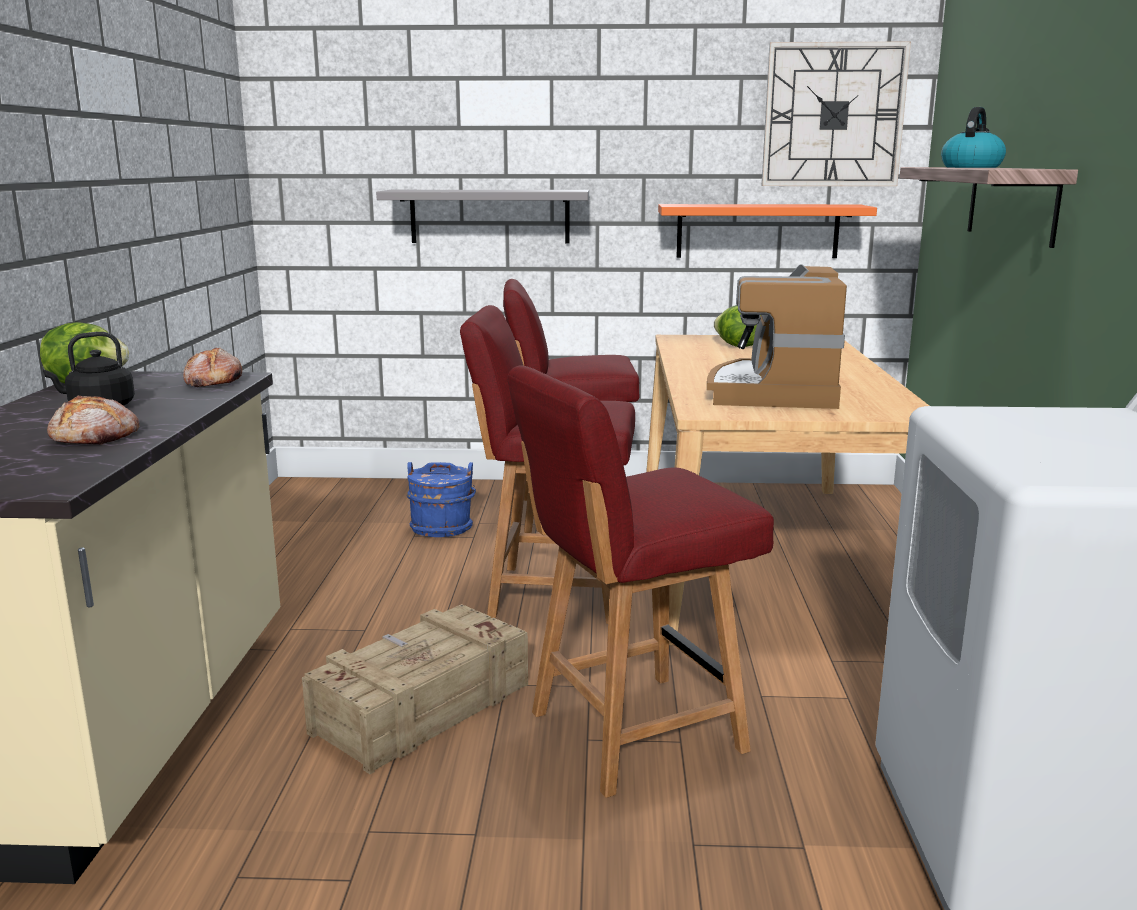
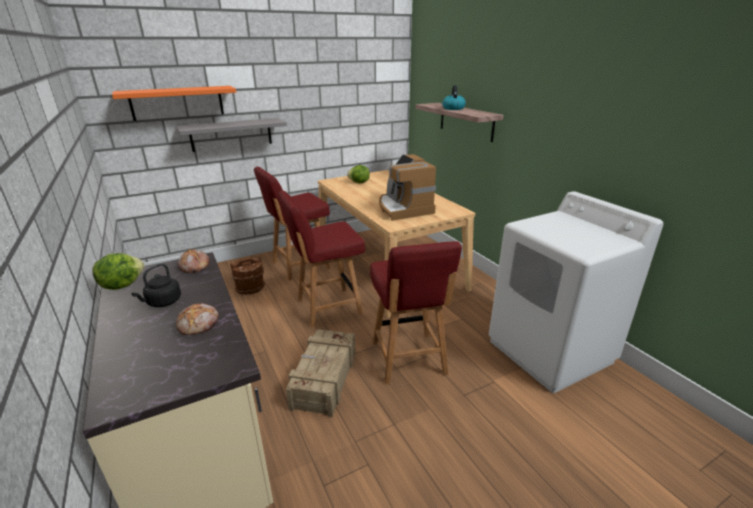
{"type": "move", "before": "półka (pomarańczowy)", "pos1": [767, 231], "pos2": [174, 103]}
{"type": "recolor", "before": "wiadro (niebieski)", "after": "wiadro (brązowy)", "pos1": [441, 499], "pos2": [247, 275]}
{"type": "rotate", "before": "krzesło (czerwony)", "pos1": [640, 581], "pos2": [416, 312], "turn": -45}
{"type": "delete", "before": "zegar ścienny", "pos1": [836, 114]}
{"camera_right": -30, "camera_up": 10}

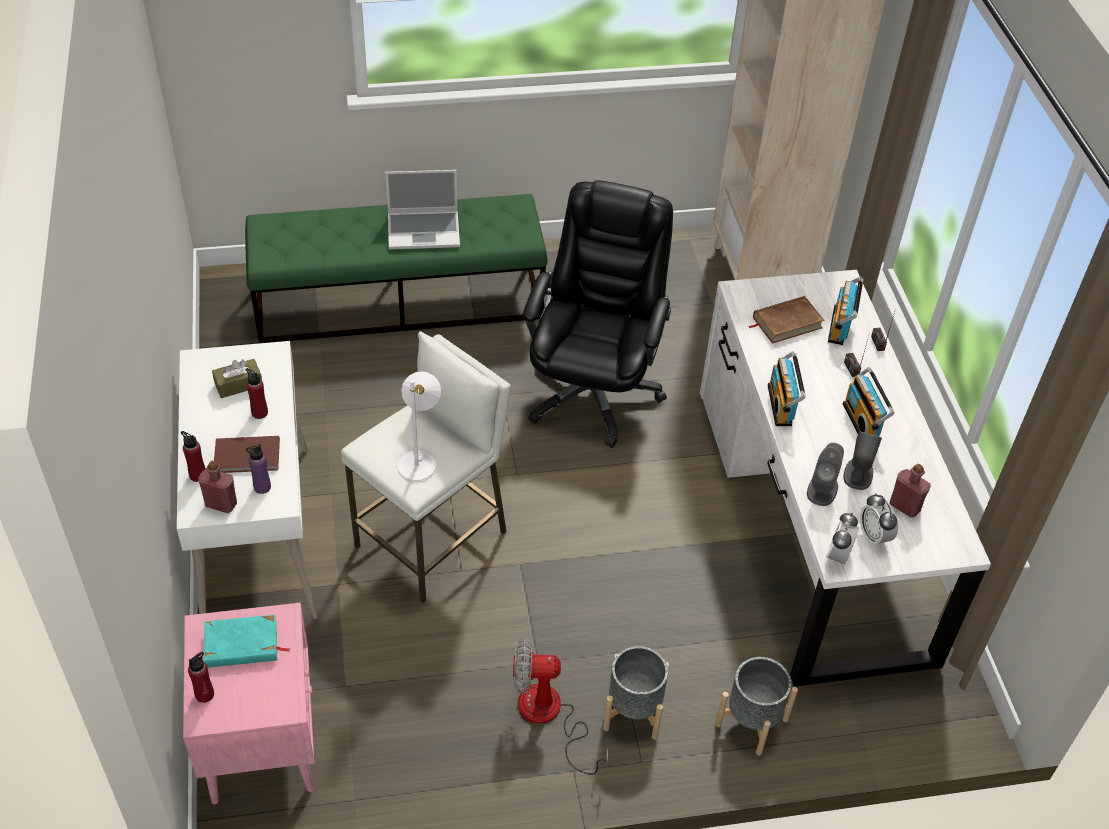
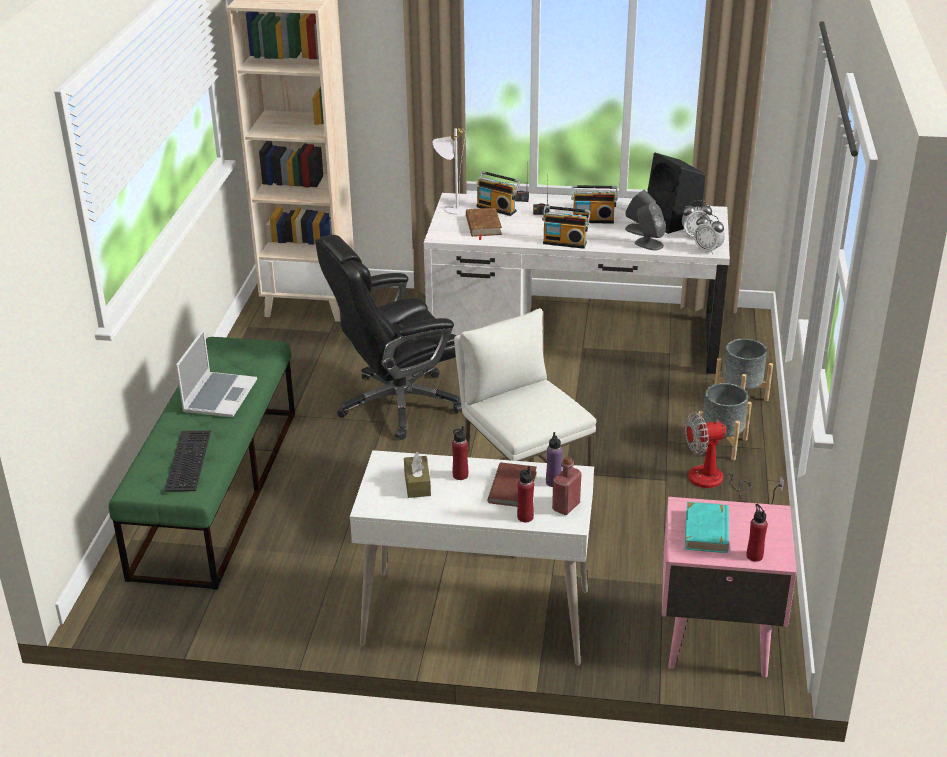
{"type": "insert", "after": "klawiatura", "pos2": [187, 461]}
{"type": "rotate", "before": "krzesło biurowe (czarny)", "pos1": [598, 314], "pos2": [389, 337], "turn": -60}
{"type": "move", "before": "lampa stołowa (biały)", "pos1": [419, 426], "pos2": [451, 171]}
{"type": "replace", "before": "butelka (czerwony)", "after": "głośnik (czarny)", "pos1": [910, 491], "pos2": [676, 193]}
{"type": "rotate", "before": "wentylator", "pos1": [560, 706], "pos2": [735, 458], "turn": 60}
{"camera_right": -70, "camera_up": -15}

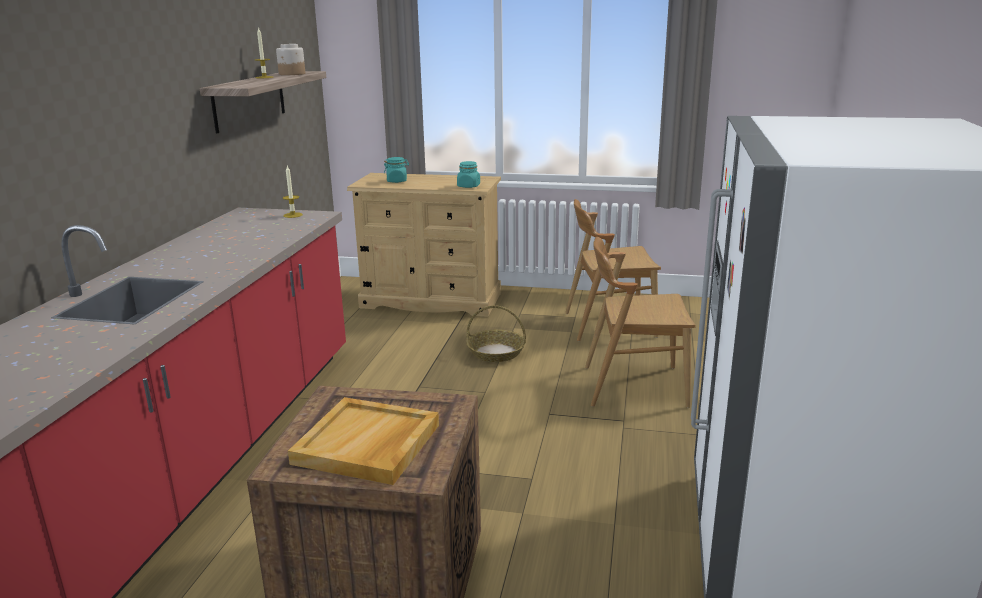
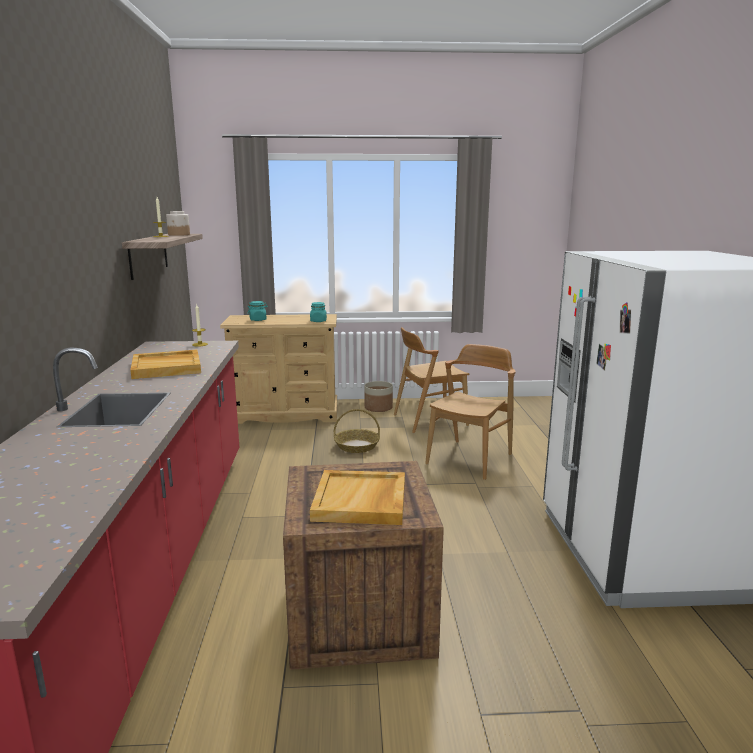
{"type": "insert", "after": "taca (beżowy)", "pos2": [165, 364]}
{"type": "insert", "after": "donica", "pos2": [379, 396]}
{"type": "rotate", "before": "krzesło (brązowy)", "pos1": [640, 322], "pos2": [470, 412], "turn": 135}
{"camera_right": -15, "camera_up": -5}

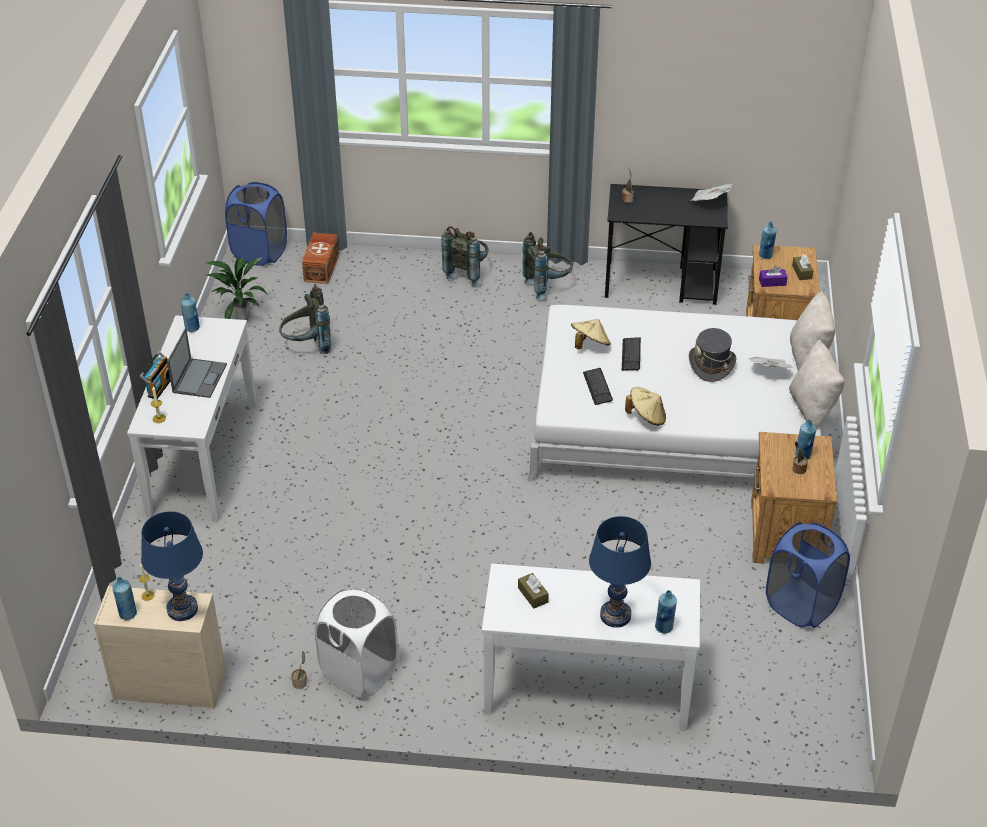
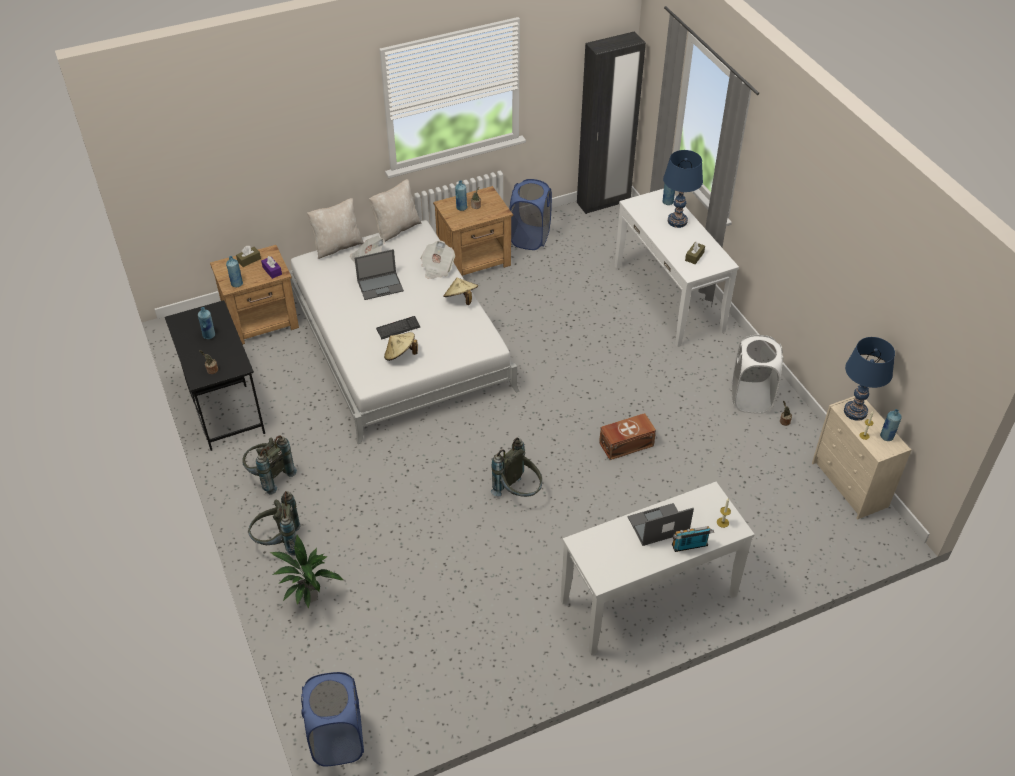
{"type": "move", "before": "butelka (niebieski)", "pos1": [190, 312], "pos2": [206, 323]}
{"type": "move", "before": "roślina doniczkowa", "pos1": [236, 288], "pos2": [306, 572]}
{"type": "replace", "before": "kapelusz (szary)", "after": "laptop", "pos1": [712, 355], "pos2": [379, 274]}
{"type": "move", "before": "gazeta", "pos1": [711, 192], "pos2": [438, 260]}
{"type": "move", "before": "plecak (szary)", "pos1": [305, 319], "pos2": [516, 467]}
{"type": "insert", "after": "szafa (czarny)", "pos2": [611, 122]}
{"type": "move", "before": "pojemnik do przechowywania (brązowy)", "pos1": [320, 258], "pos2": [627, 436]}
{"type": "delete", "before": "klawiatura", "pos1": [598, 386]}
{"camera_right": -120, "camera_up": 5}

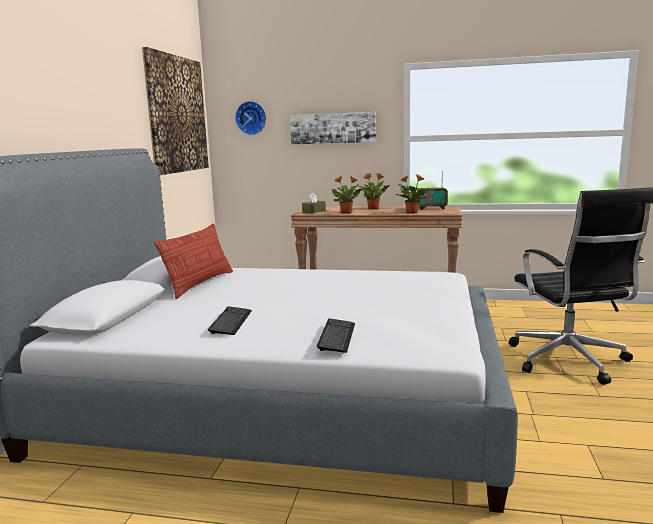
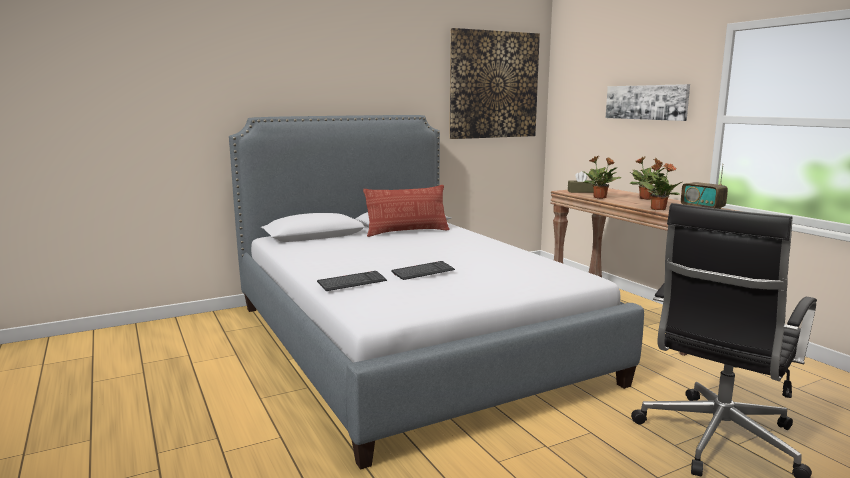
{"type": "move", "before": "klawiatura", "pos1": [230, 320], "pos2": [423, 270]}
{"type": "delete", "before": "zegar ścienny", "pos1": [251, 118]}
{"camera_right": 50, "camera_up": 0}

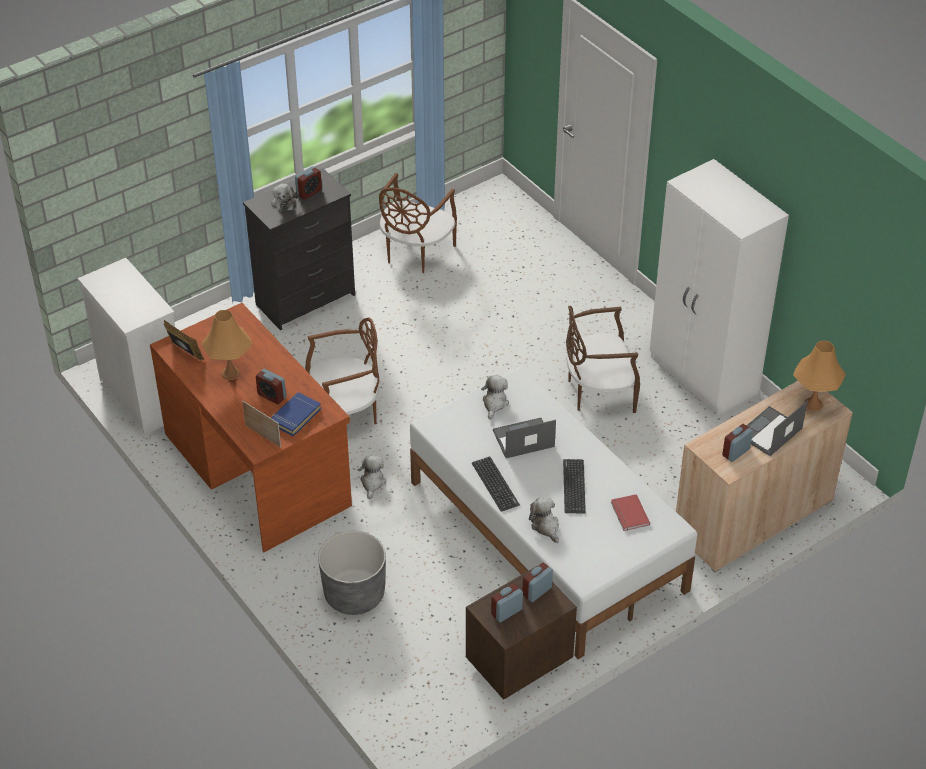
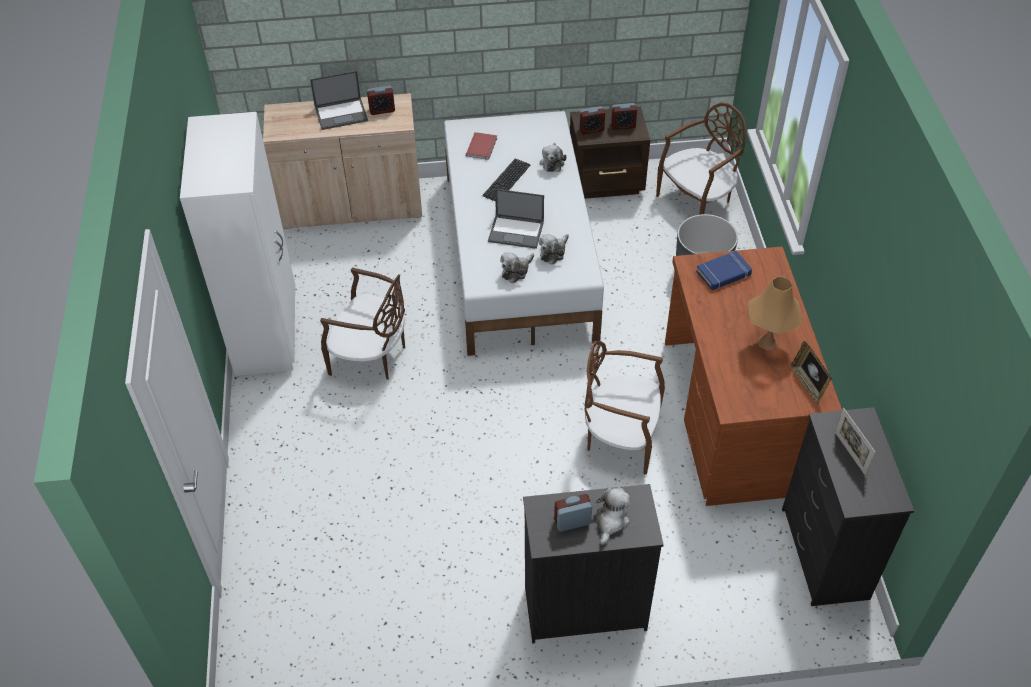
{"type": "move", "before": "pluszak", "pos1": [372, 477], "pos2": [554, 249]}
{"type": "move", "before": "krzesło (brązowy)", "pos1": [418, 223], "pos2": [701, 158]}
{"type": "recolor", "before": "komoda (biały)", "after": "komoda (czarny)", "pos1": [126, 346], "pos2": [848, 506]}
{"type": "move", "before": "ramka na zdjęcie", "pos1": [261, 424], "pos2": [855, 442]}
{"type": "delete", "before": "budzik", "pos1": [271, 386]}
{"type": "delete", "before": "klawiatura", "pos1": [496, 484]}
{"type": "delete", "before": "lampa stołowa (pomarańczowy)", "pos1": [819, 376]}
{"camera_right": -150, "camera_up": 5}

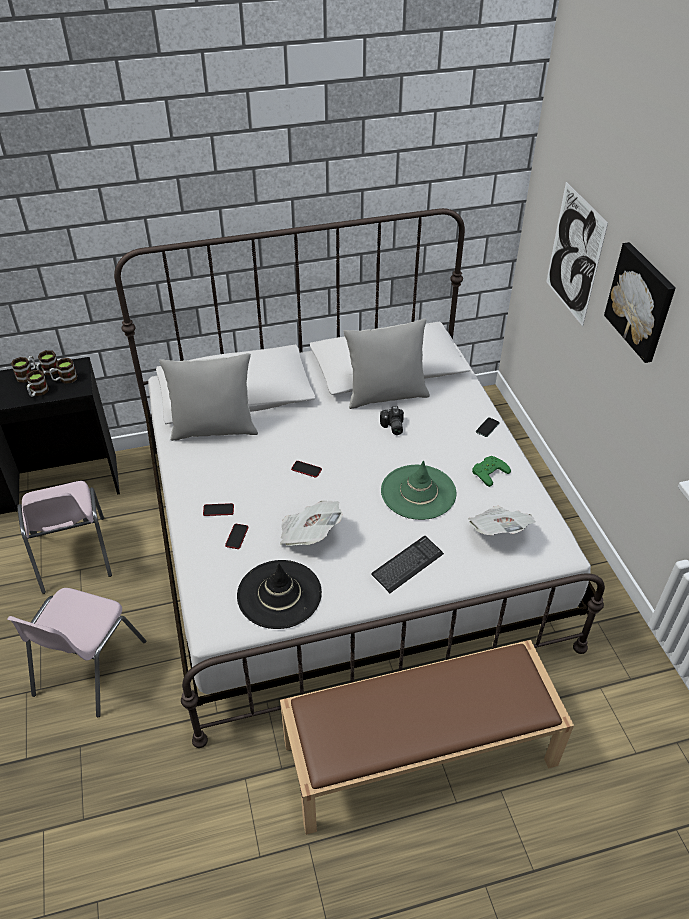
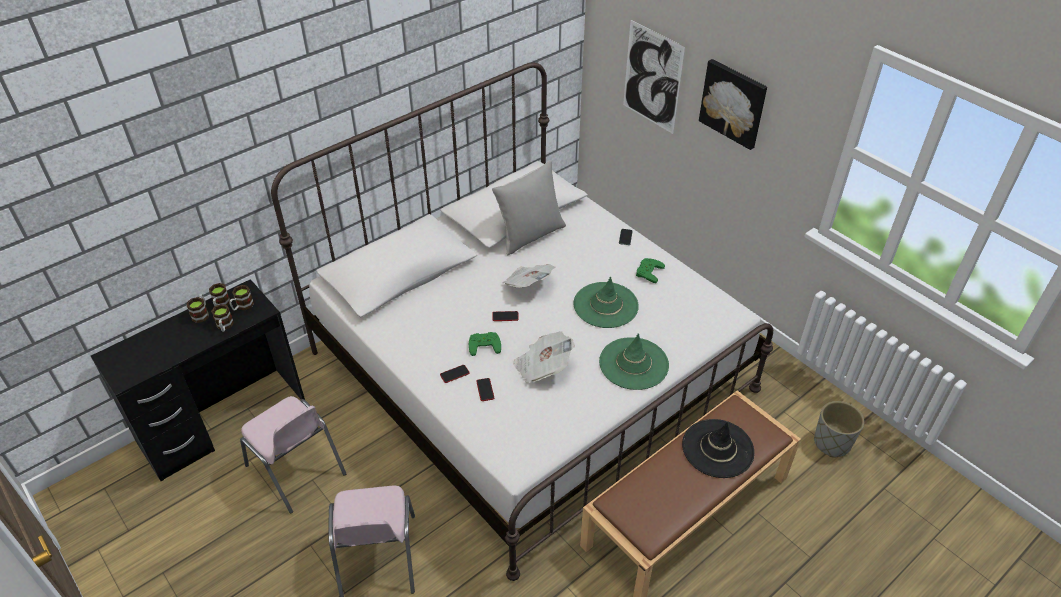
{"type": "insert", "after": "pad do gier (zielony)", "pos2": [485, 344]}
{"type": "move", "before": "gazeta", "pos1": [502, 520], "pos2": [529, 276]}
{"type": "replace", "before": "klawiatura", "after": "kapelusz (zielony)", "pos1": [407, 564], "pos2": [634, 361]}
{"type": "move", "before": "kapelusz (czarny)", "pos1": [279, 594], "pos2": [718, 448]}
{"type": "insert", "after": "donica (szary)", "pos2": [839, 429]}
{"type": "delete", "before": "poduszka (szary)", "pos1": [208, 397]}
{"type": "delete", "before": "aparat fotograficzny", "pos1": [392, 420]}
{"camera_right": -25, "camera_up": 0}

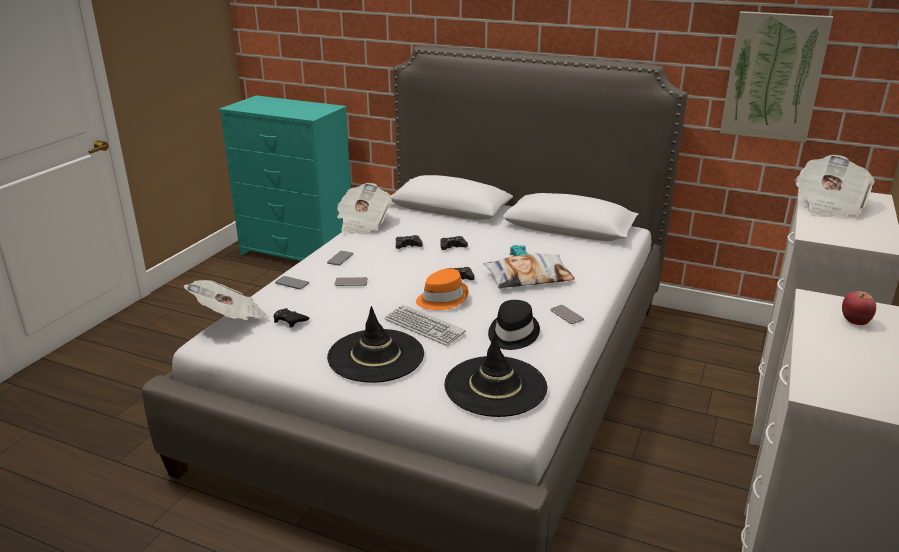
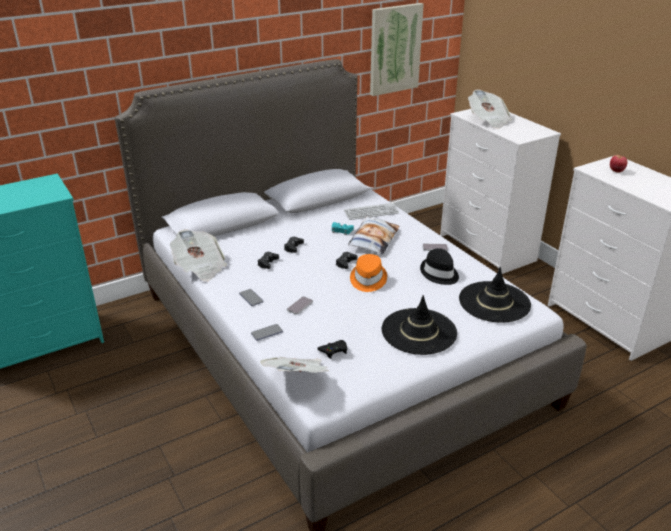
{"type": "move", "before": "klawiatura", "pos1": [425, 325], "pos2": [371, 211]}
{"camera_right": -55, "camera_up": 5}

